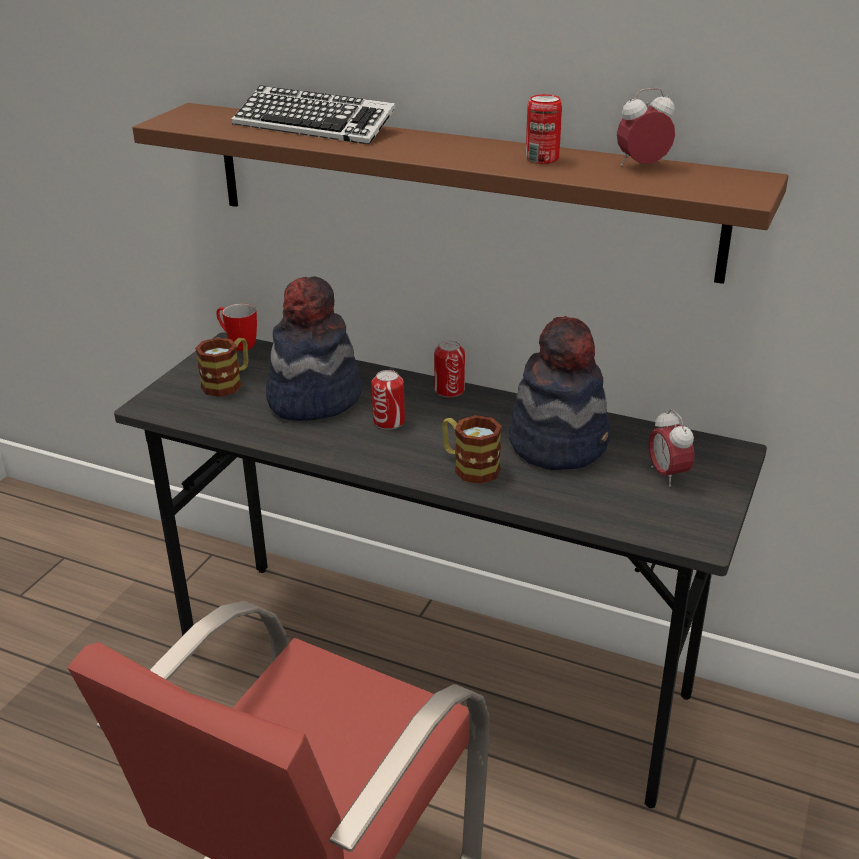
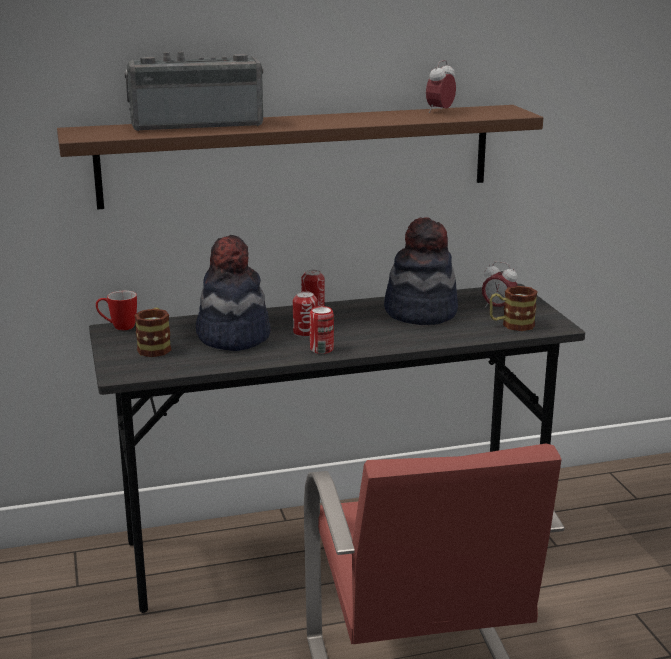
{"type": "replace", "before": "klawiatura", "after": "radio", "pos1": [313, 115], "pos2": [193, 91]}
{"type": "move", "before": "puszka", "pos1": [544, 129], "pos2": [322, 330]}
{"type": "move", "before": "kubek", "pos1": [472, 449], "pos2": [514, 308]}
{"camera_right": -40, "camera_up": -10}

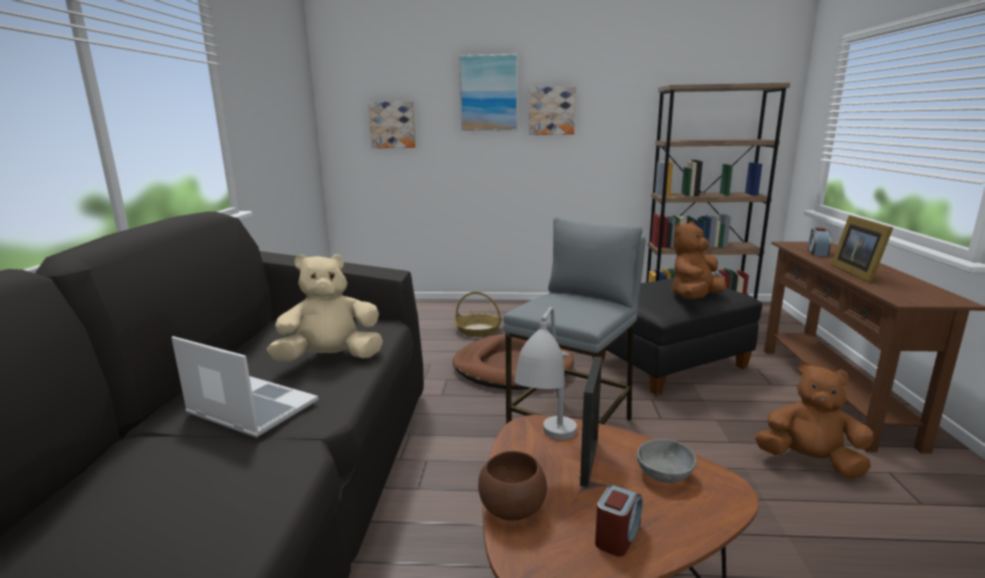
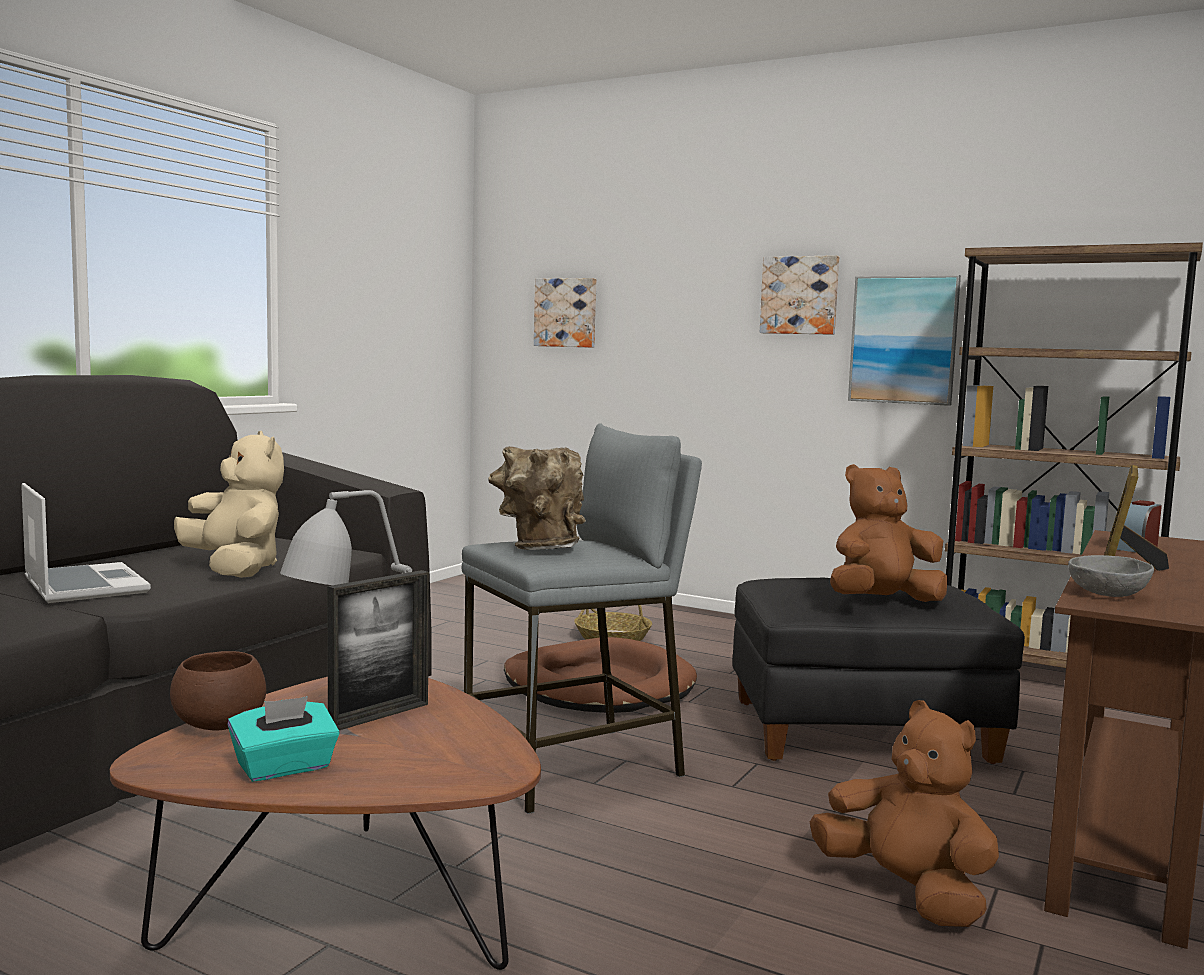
{"type": "rotate", "before": "pluszak (beżowy)", "pos1": [325, 308], "pos2": [229, 504], "turn": 45}
{"type": "replace", "before": "budzik", "after": "pudełko chusteczek (turkusowy)", "pos1": [619, 521], "pos2": [284, 739]}
{"type": "insert", "after": "wazon (brązowy)", "pos2": [537, 498]}
{"type": "move", "before": "obraz", "pos1": [488, 92], "pos2": [904, 340]}
{"type": "move", "before": "miska (szary)", "pos1": [666, 461], "pos2": [1111, 576]}
{"camera_right": 25, "camera_up": -10}

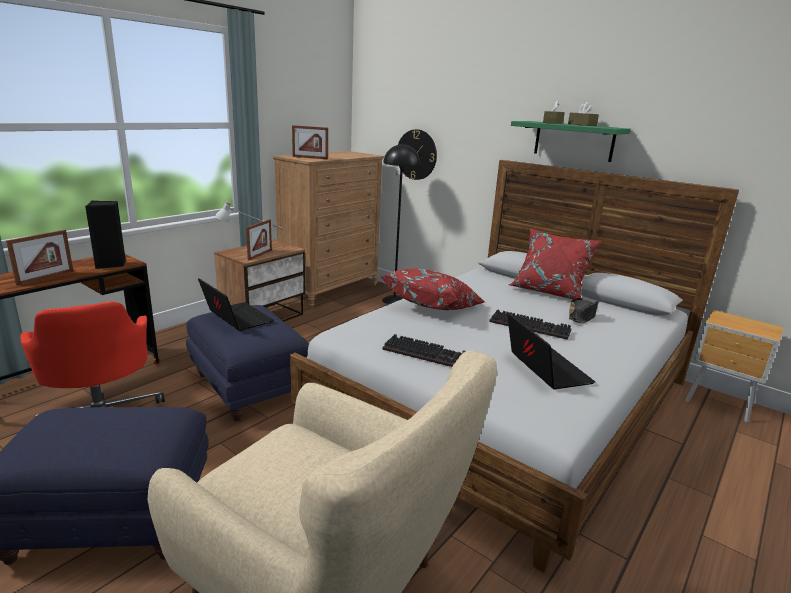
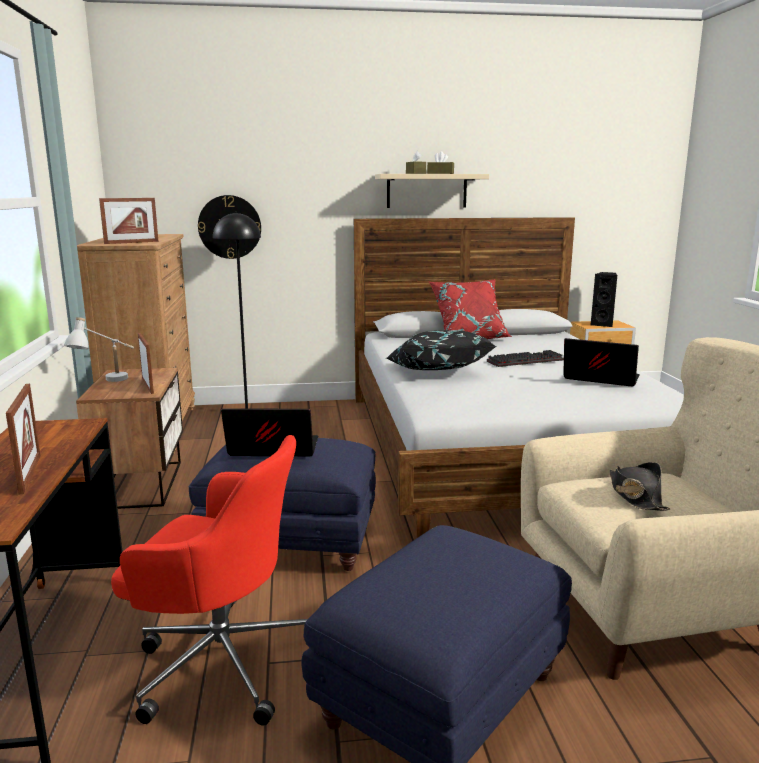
{"type": "recolor", "before": "półka (zielony)", "after": "półka (beżowy)", "pos1": [571, 141], "pos2": [432, 191]}
{"type": "recolor", "before": "poduszka (czerwony)", "after": "poduszka (czarny)", "pos1": [433, 289], "pos2": [442, 350]}
{"type": "move", "before": "głośnik (czarny)", "pos1": [105, 235], "pos2": [604, 299]}
{"type": "move", "before": "kapelusz (czarny)", "pos1": [584, 310], "pos2": [640, 486]}
{"type": "delete", "before": "klawiatura", "pos1": [424, 350]}
{"camera_right": -45, "camera_up": -5}

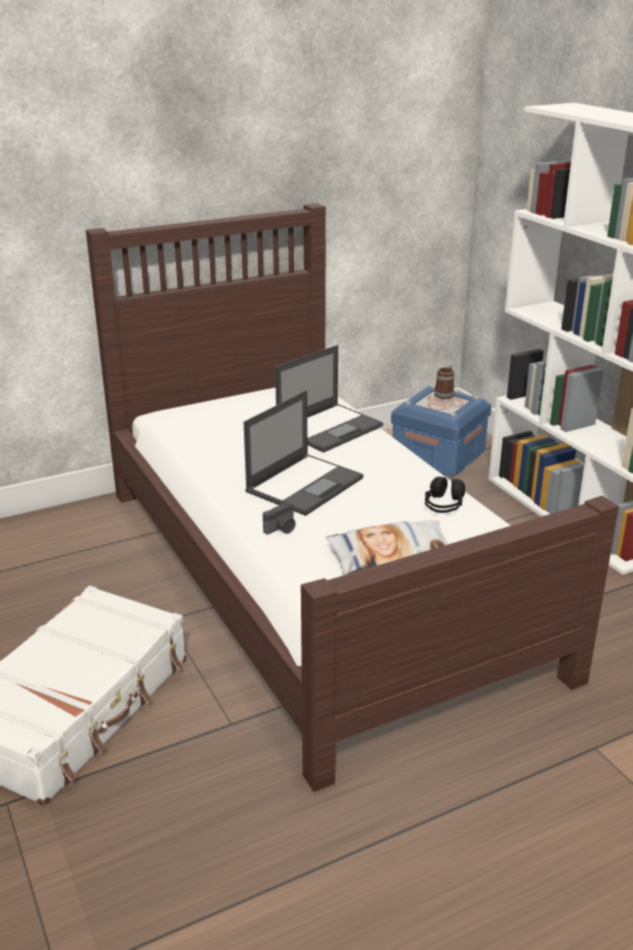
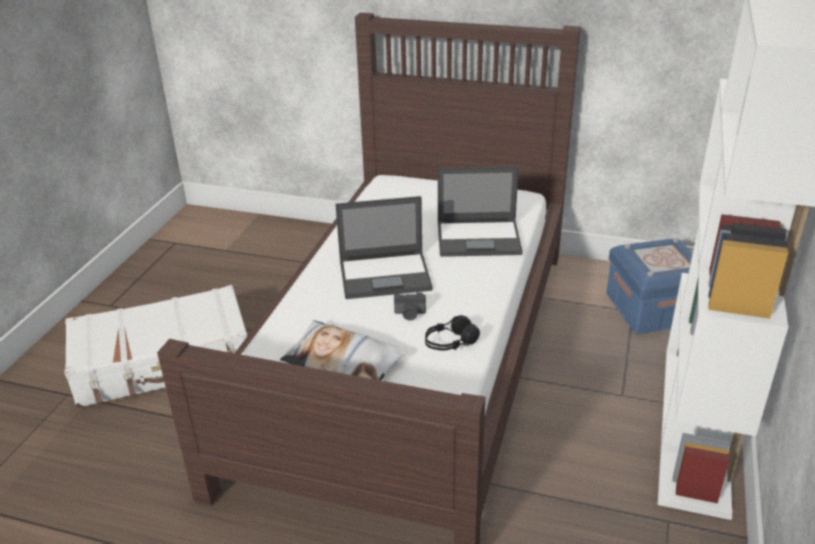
{"type": "move", "before": "aparat fotograficzny", "pos1": [279, 517], "pos2": [410, 306]}
{"type": "delete", "before": "kubek", "pos1": [444, 382]}
{"camera_right": 45, "camera_up": 5}

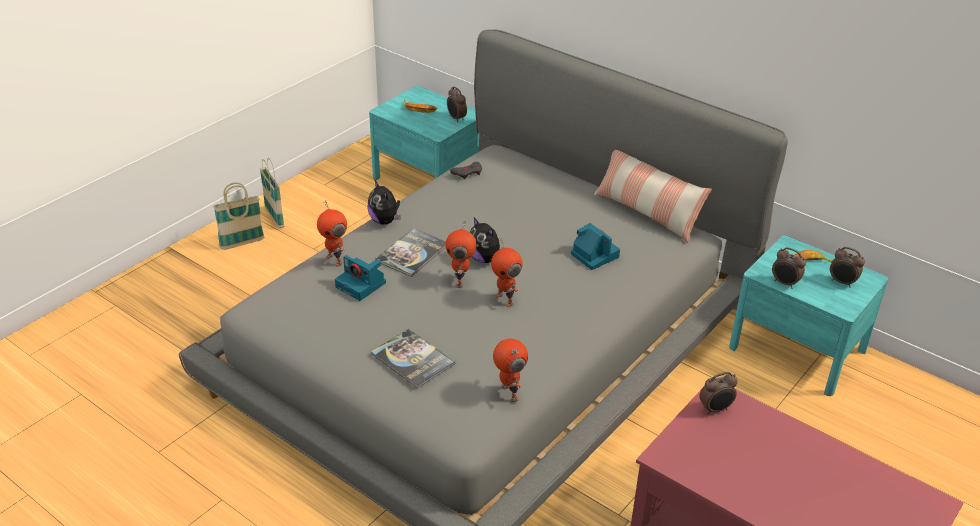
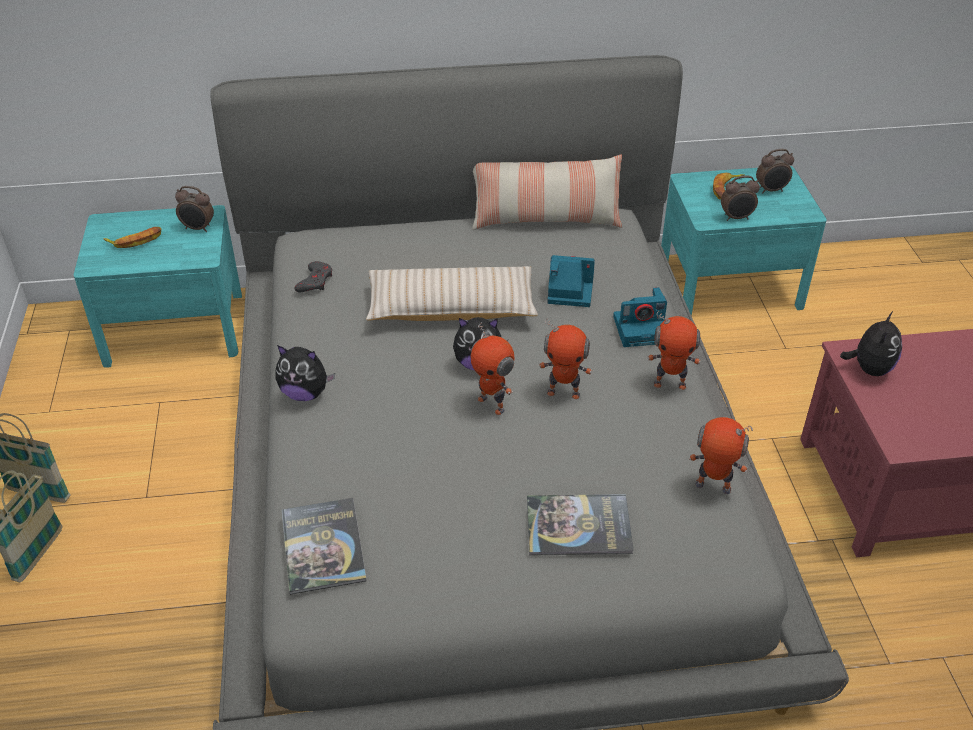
{"type": "move", "before": "książka", "pos1": [410, 252], "pos2": [324, 546]}
{"type": "insert", "after": "poduszka (beżowy)", "pos2": [452, 293]}
{"type": "move", "before": "aparat fotograficzny", "pos1": [360, 278], "pos2": [640, 317]}
{"type": "move", "before": "robot zabawkowy", "pos1": [332, 234], "pos2": [673, 350]}
{"type": "replace", "before": "budzik", "after": "pluszak", "pos1": [718, 393], "pos2": [871, 343]}
{"camera_right": -45, "camera_up": 5}

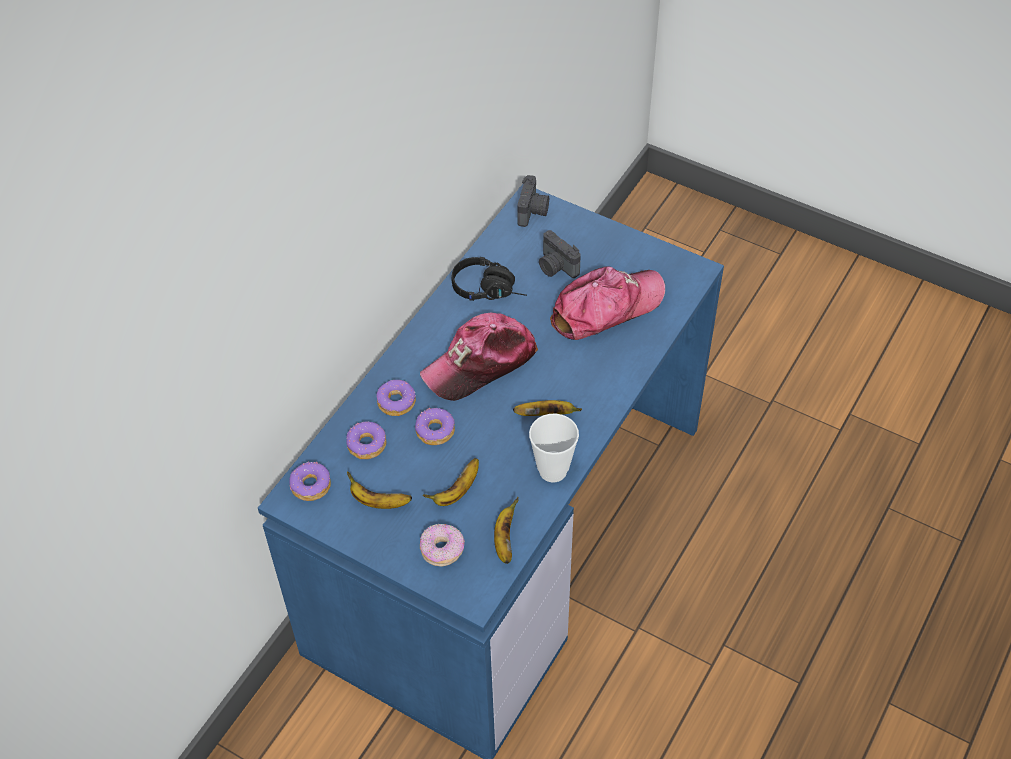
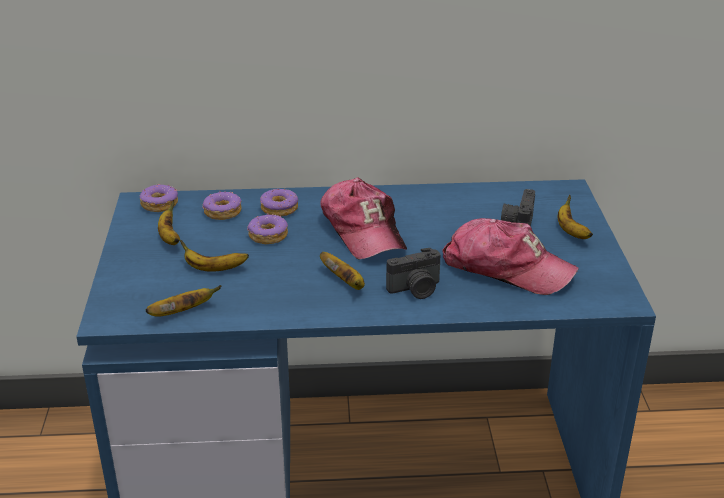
{"type": "rotate", "before": "czapka z daszkiem", "pos1": [479, 357], "pos2": [363, 218], "turn": -135}
{"type": "move", "before": "aparat fotograficzny", "pos1": [533, 201], "pos2": [413, 273]}
{"type": "insert", "after": "banan", "pos2": [575, 217]}
{"type": "delete", "before": "donut", "pos1": [442, 545]}
{"type": "delete", "before": "słuchawki (czarny)", "pos1": [489, 279]}
{"type": "delete", "before": "filiżanka", "pos1": [554, 448]}
{"camera_right": 55, "camera_up": -20}

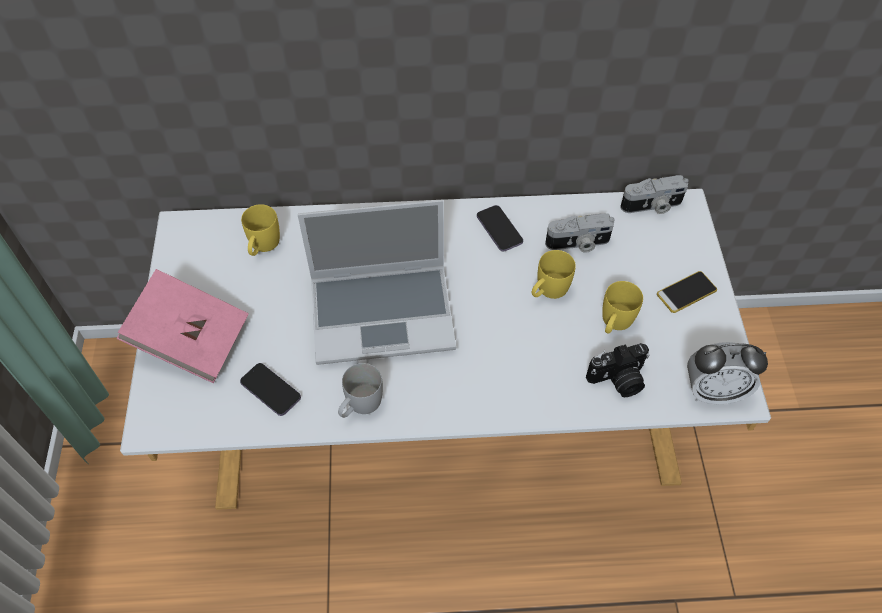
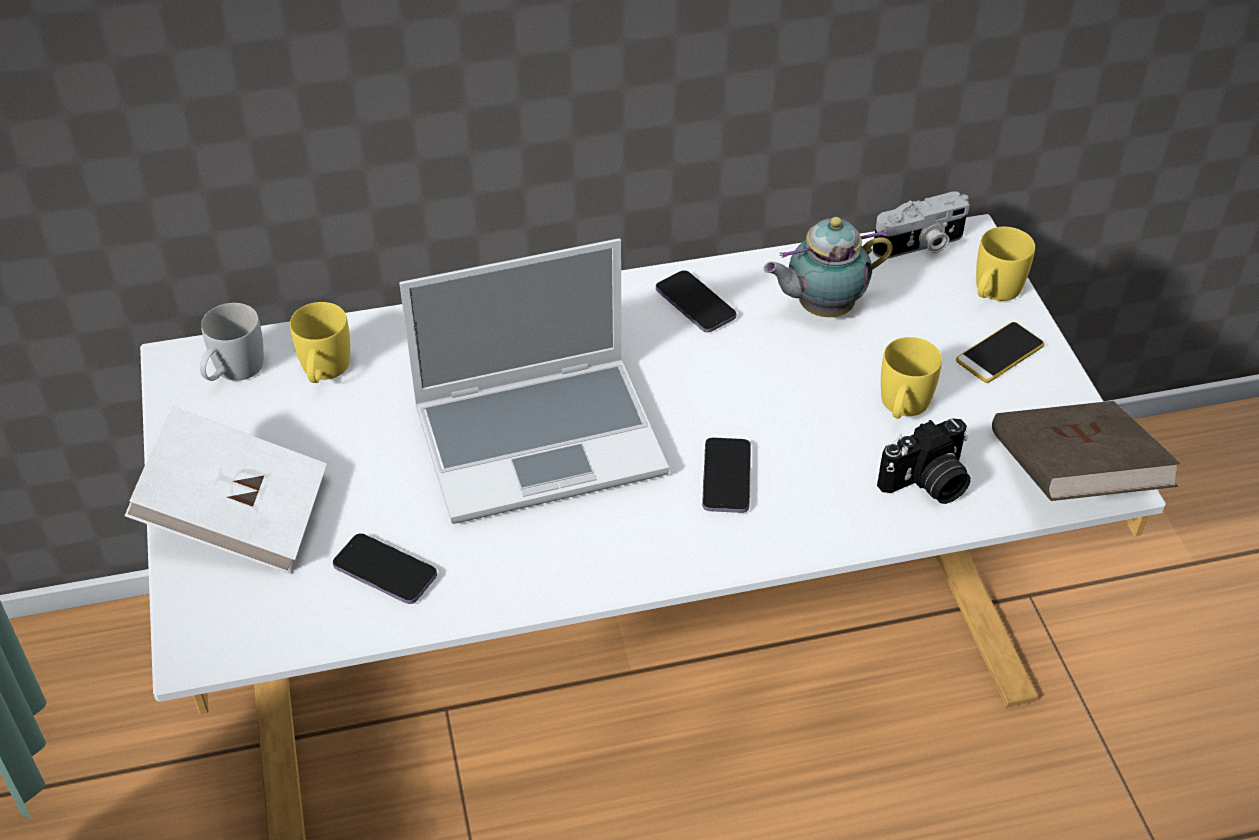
{"type": "recolor", "before": "książka (różowy)", "after": "książka (biały)", "pos1": [182, 326], "pos2": [226, 490]}
{"type": "move", "before": "kubek (biały)", "pos1": [360, 390], "pos2": [232, 342]}
{"type": "insert", "after": "telefon", "pos2": [726, 475]}
{"type": "replace", "before": "aparat fotograficzny", "after": "imbryk", "pos1": [580, 233], "pos2": [828, 267]}
{"type": "move", "before": "kubek (żółty)", "pos1": [554, 274], "pos2": [1005, 264]}
{"type": "replace", "before": "budzik", "after": "książka (brązowy)", "pos1": [727, 373], "pos2": [1086, 451]}
{"camera_right": -10, "camera_up": -10}

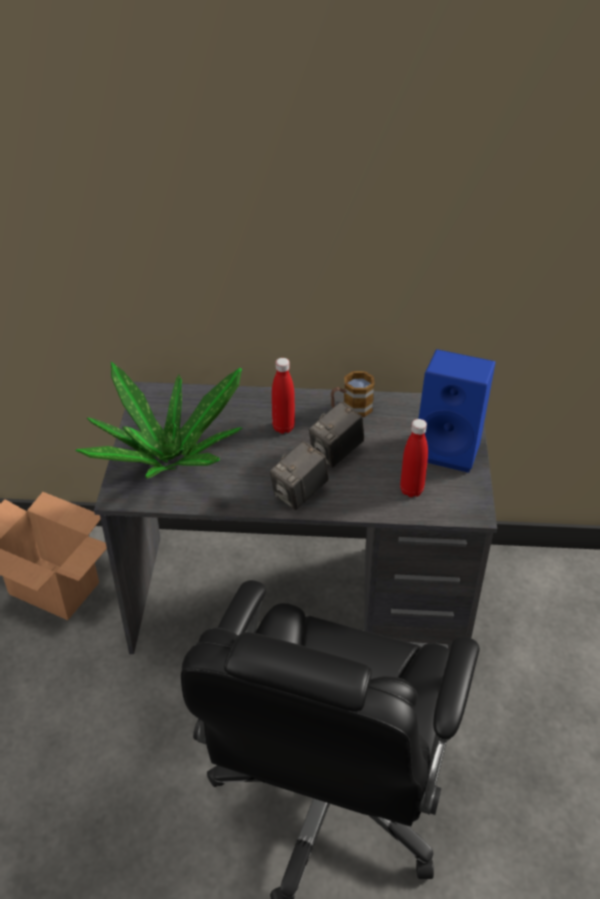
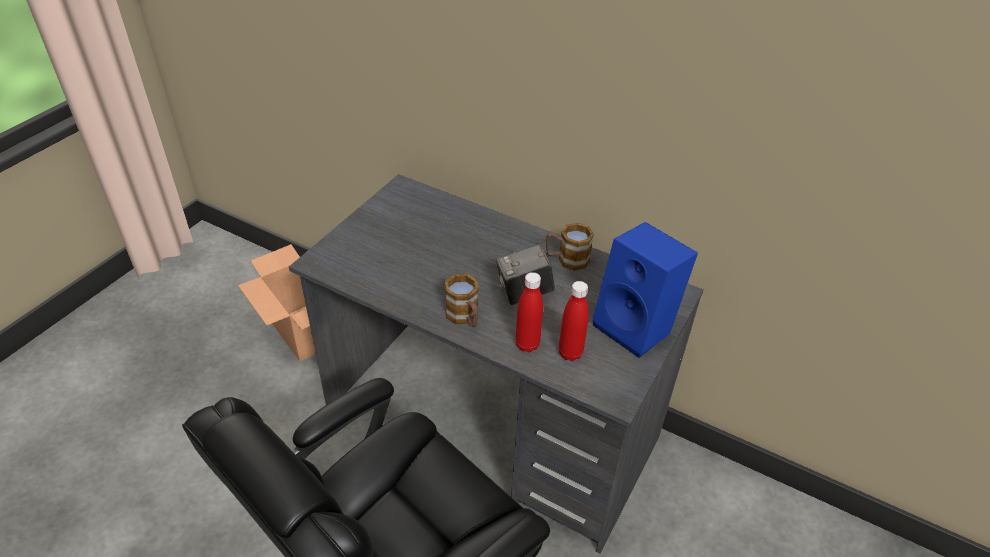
{"type": "replace", "before": "aparat fotograficzny", "after": "kubek", "pos1": [299, 475], "pos2": [461, 300]}
{"type": "move", "before": "butelka (czerwony)", "pos1": [283, 396], "pos2": [529, 312]}
{"type": "delete", "before": "roślina doniczkowa", "pos1": [159, 420]}
{"camera_right": 25, "camera_up": 0}

